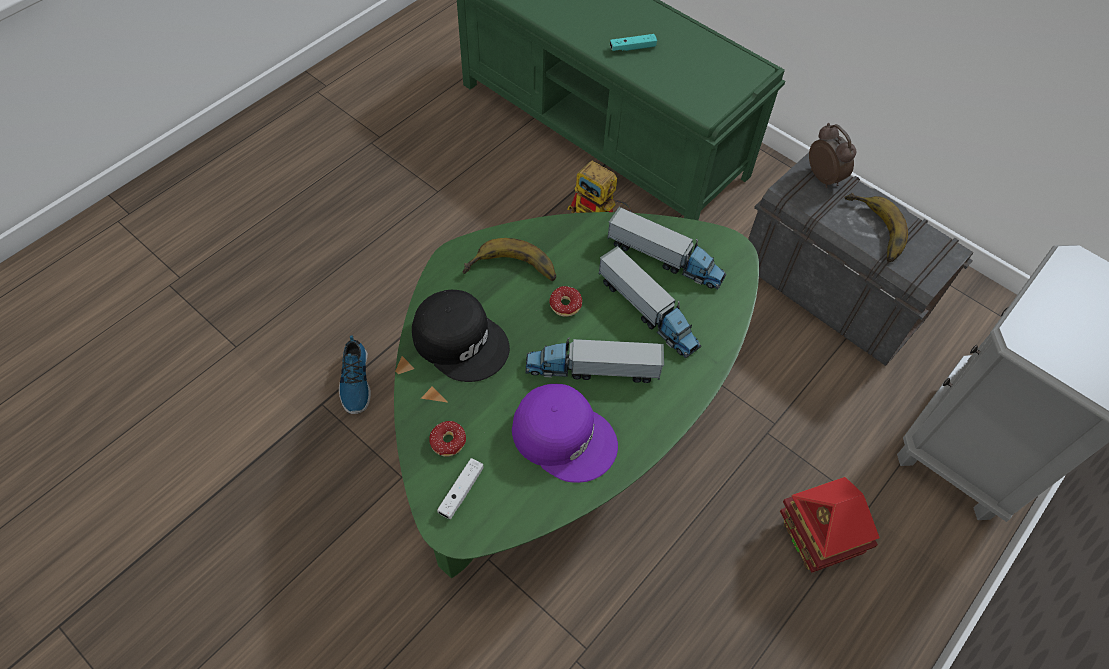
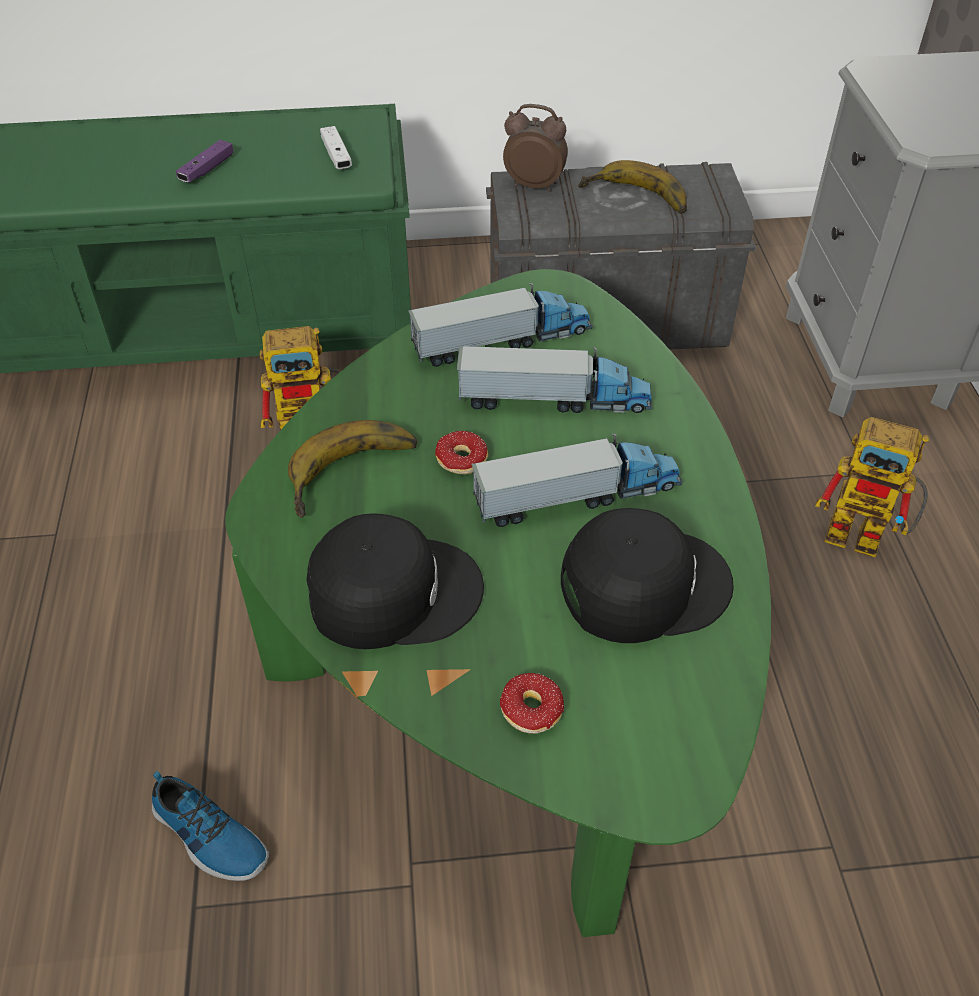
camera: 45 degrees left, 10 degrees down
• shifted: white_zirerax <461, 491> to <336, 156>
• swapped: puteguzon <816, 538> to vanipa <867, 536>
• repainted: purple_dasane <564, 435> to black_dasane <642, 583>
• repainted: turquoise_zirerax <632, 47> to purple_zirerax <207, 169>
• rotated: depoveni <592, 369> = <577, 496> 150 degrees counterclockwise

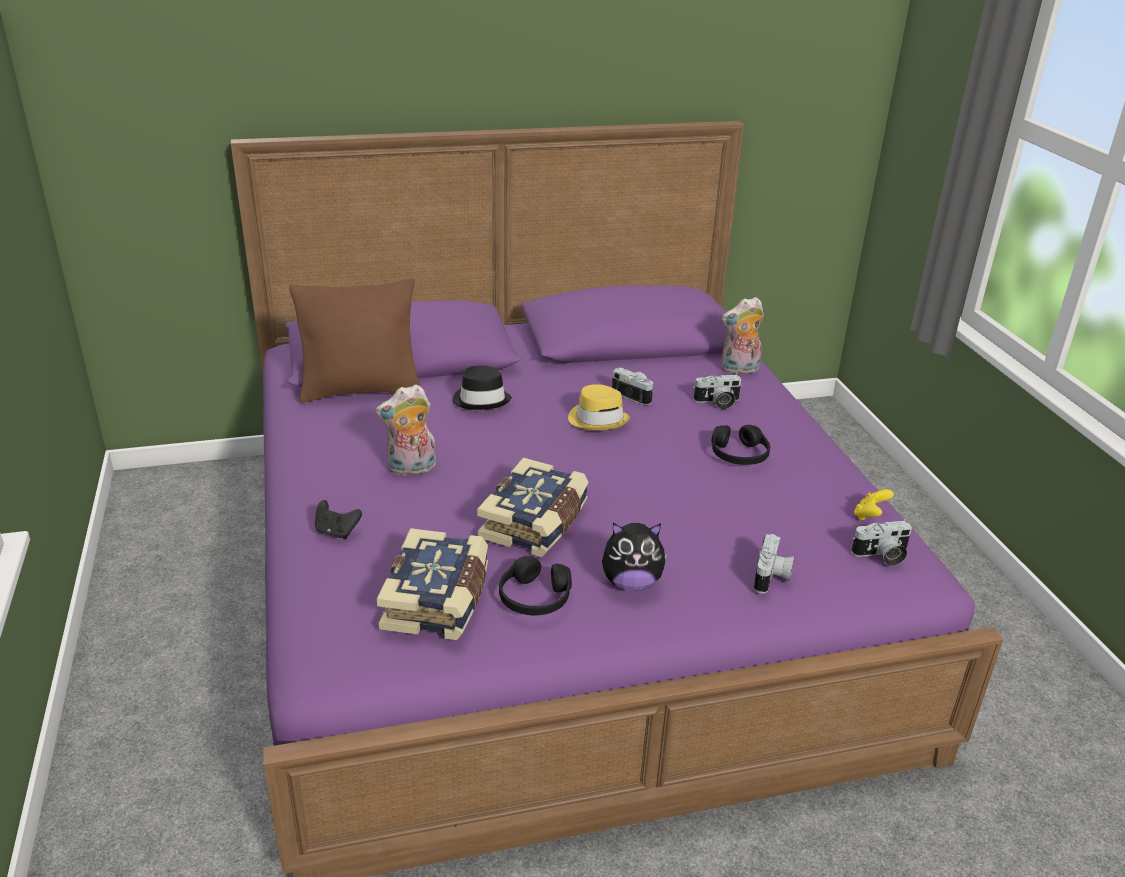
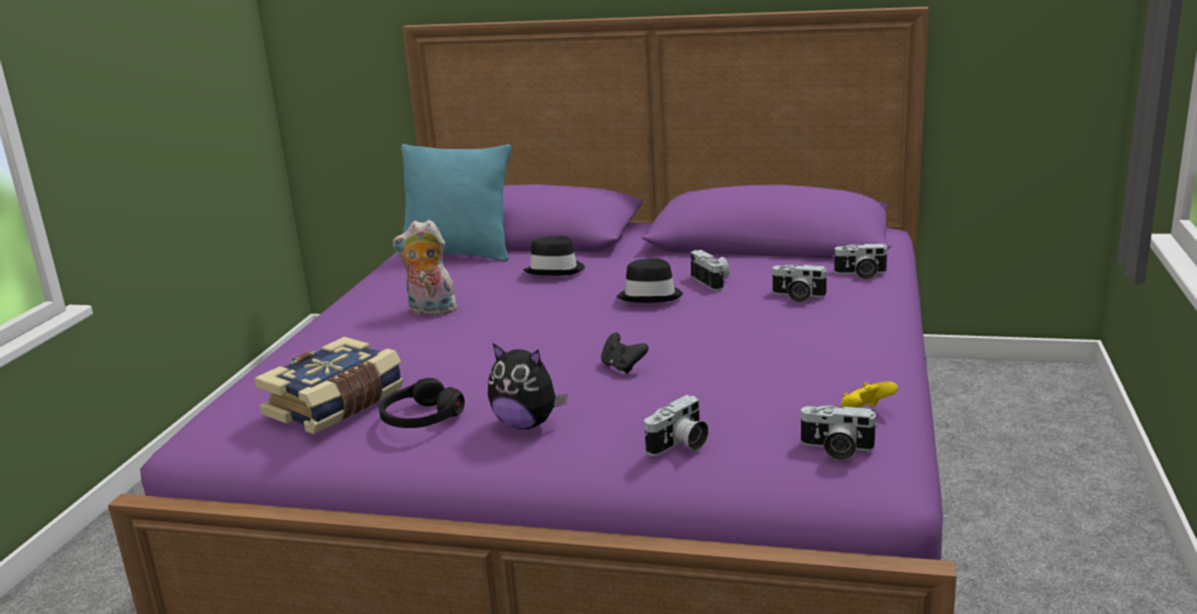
camera: 30 degrees right, 10 degrees down
• gone: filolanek <536, 523>
• gone: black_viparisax <739, 455>
• shifted: black_zirerax <337, 532> to <622, 367>
• swapped: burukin <739, 370> to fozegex <860, 274>
• repainted: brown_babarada <361, 390> to turquoise_babarada <458, 254>
• repainted: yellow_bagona <598, 419> to black_bagona <650, 296>

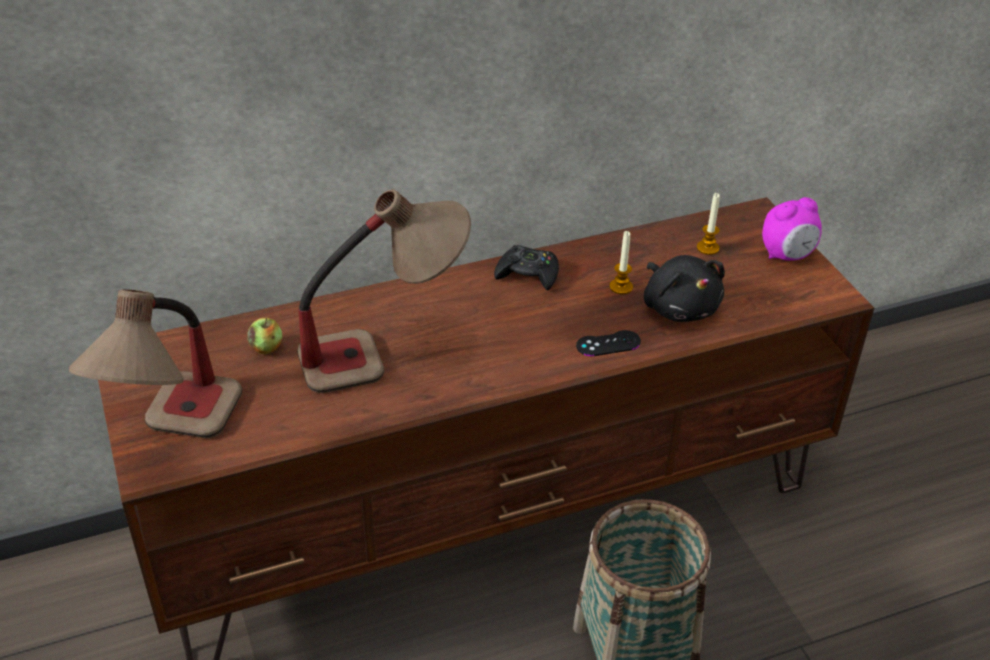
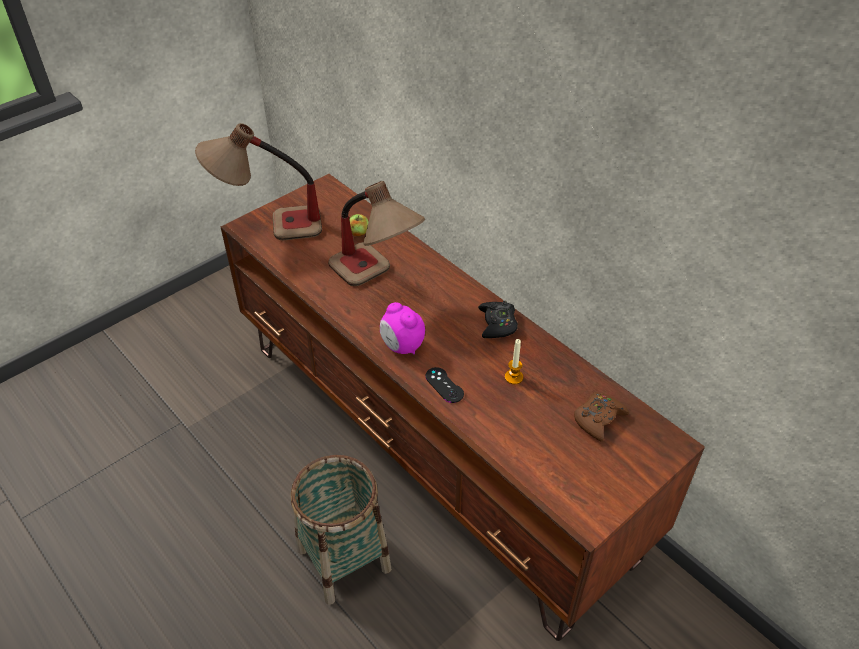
camera: 70 degrees right, 5 degrees up
• gone: black_burukin <679, 307>
• shifted: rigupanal <787, 256> to <402, 346>
• swapped: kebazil <707, 248> to brown_zirerax <598, 419>

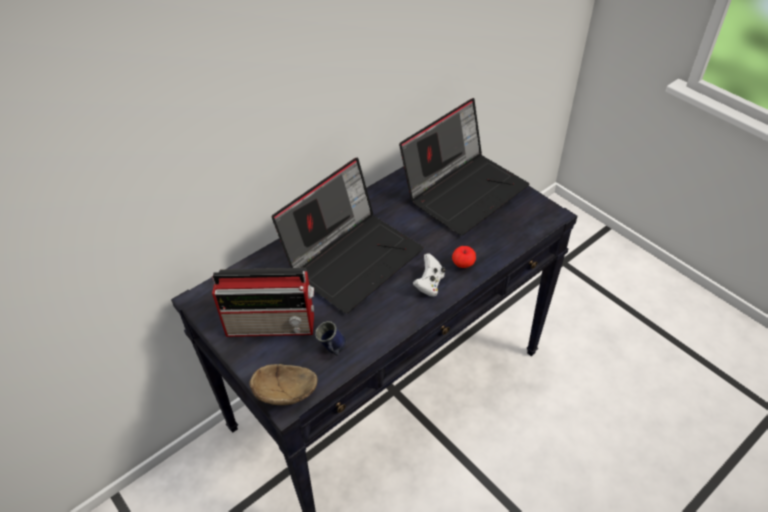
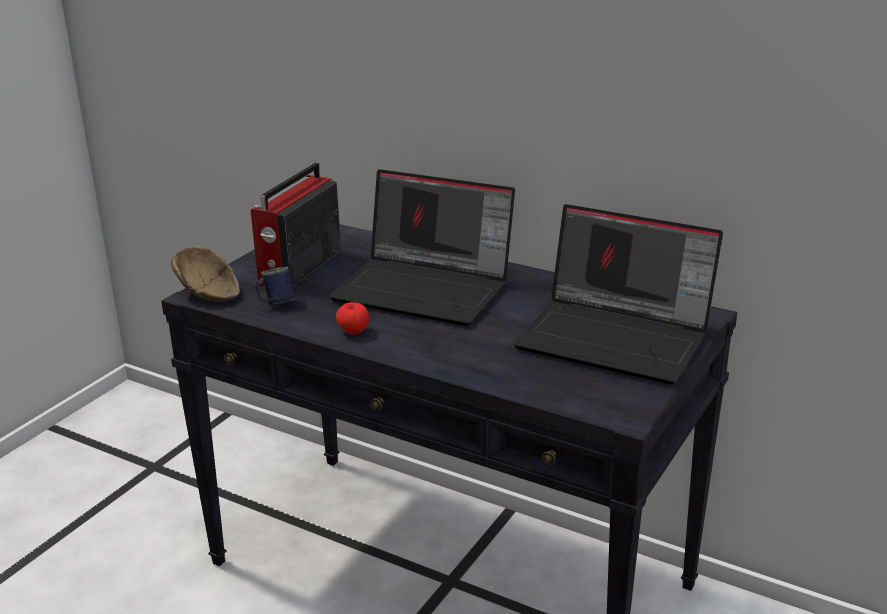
camera: 70 degrees right, 20 degrees down
• gone: white_zirerax <429, 284>
• shifted: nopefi <463, 264> to <353, 331>
• rotated: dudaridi <273, 324> = <298, 267> 45 degrees clockwise

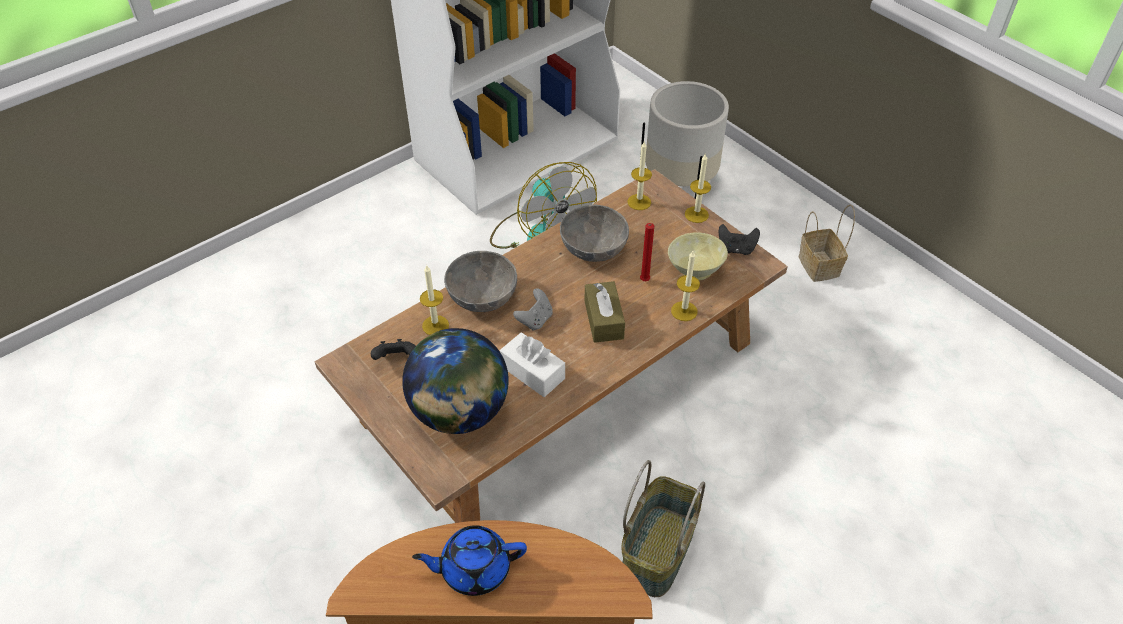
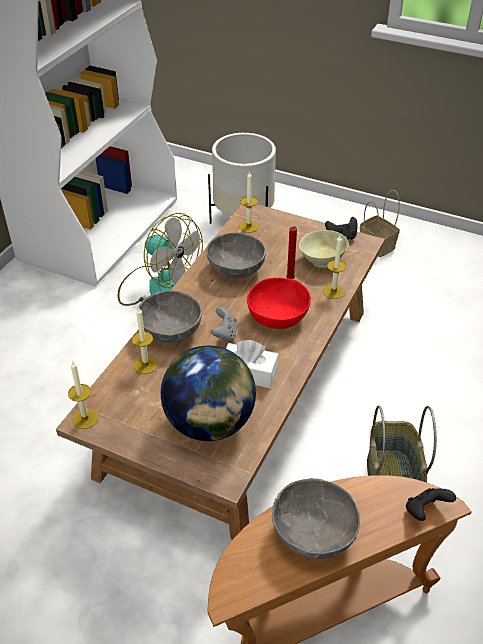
camera: 25 degrees left, 5 degrees down
• shifted: black_zirerax <396, 359> to <425, 511>
• shifted: kebazil <696, 214> to <85, 418>
• swapped: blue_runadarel <474, 569> to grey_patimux <314, 533>
• swapped: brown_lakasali <603, 319> to red_patimux <278, 316>

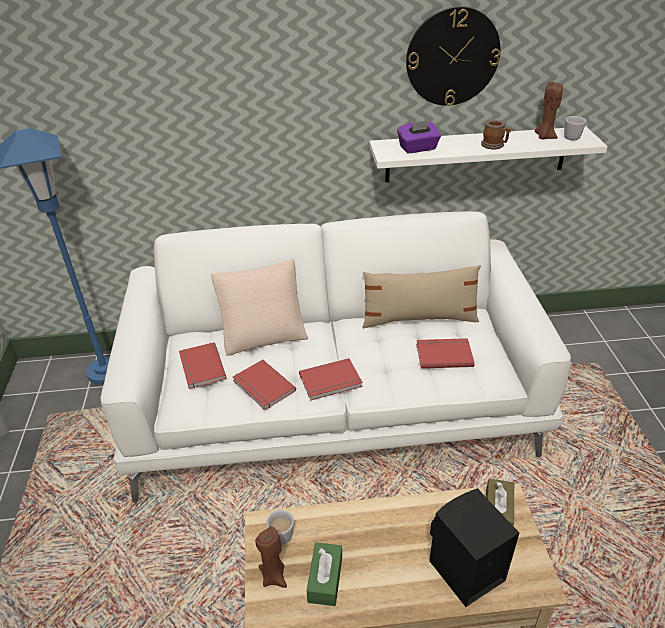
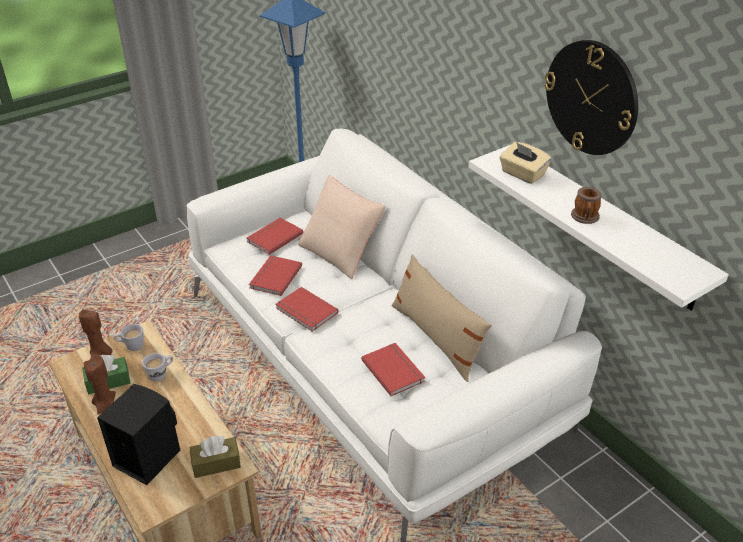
camera: 60 degrees right, 0 degrees up
• shifted: brown_kebazil <544, 137> to <105, 405>
• shifted: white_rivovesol <569, 136> to <161, 374>
• repainted: purple_lakasali <418, 148> to beige_lakasali <522, 174>

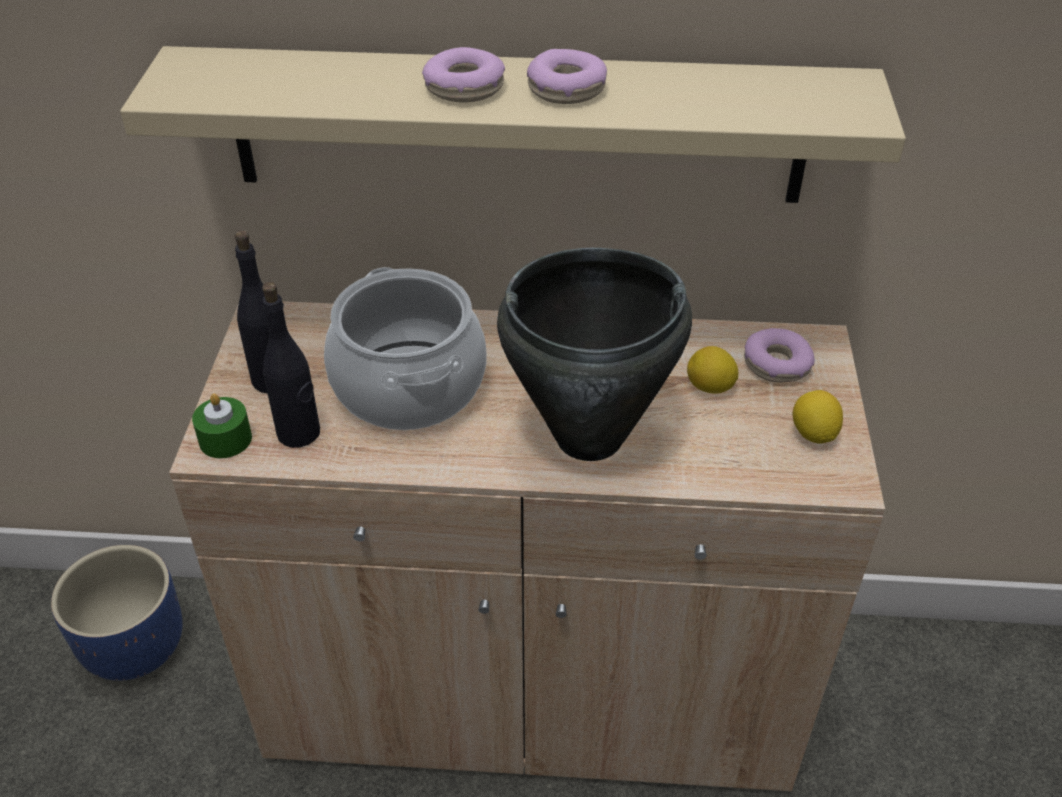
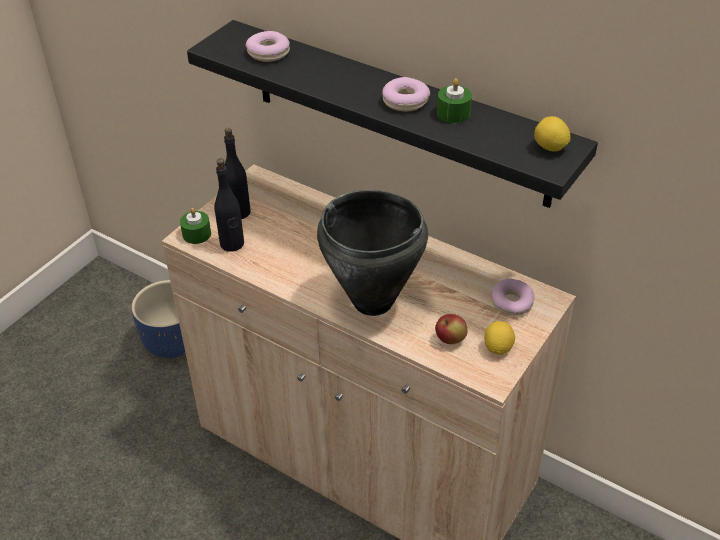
camera: 30 degrees right, 0 degrees up
• gone: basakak <407, 386>
• new: nopefi <450, 339>
• new: green_kebazil <453, 113>
• shifted: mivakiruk <464, 88> to <268, 53>
• shifted: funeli <710, 388> to <550, 148>
• repainted: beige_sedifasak <517, 126> to black_sedifasak <398, 113>

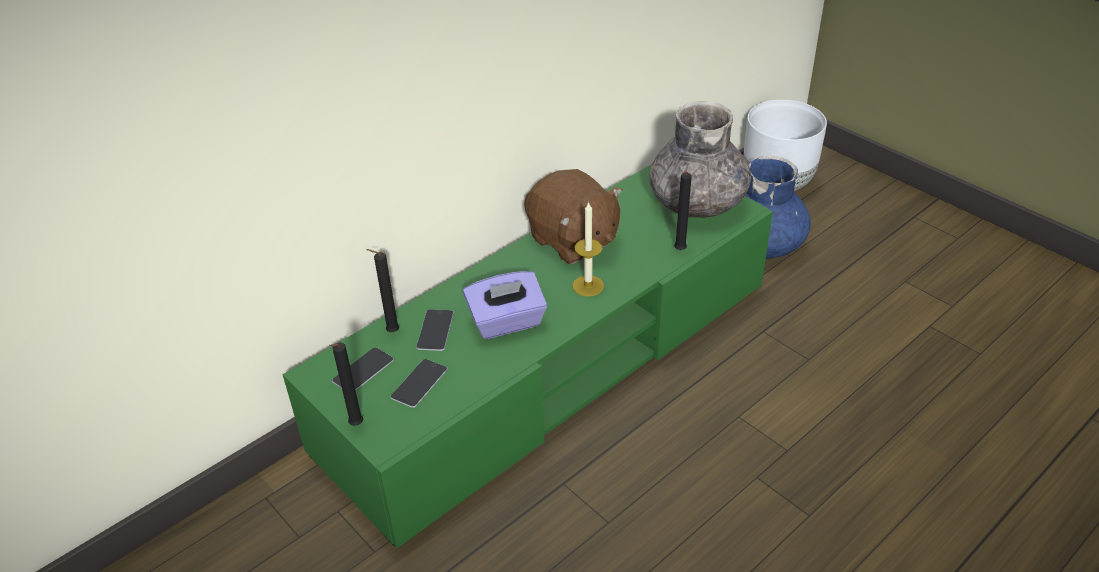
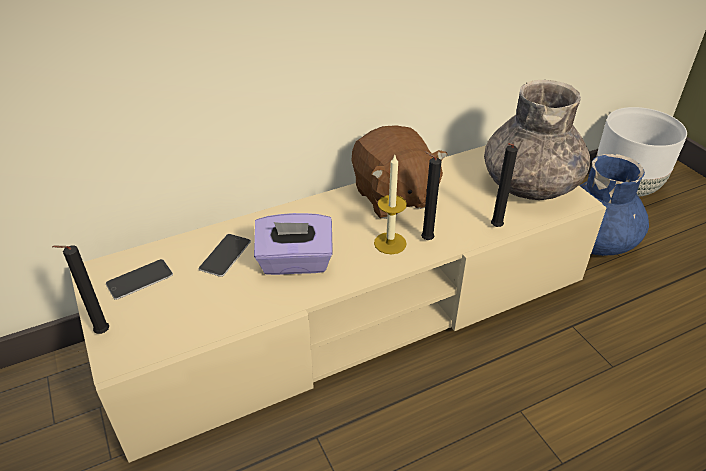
camera: 15 degrees right, 0 degrees up
• gone: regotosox <419, 383>
• shifted: black_kebazil <391, 332> to <425, 240>
• repainted: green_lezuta <552, 366> to beige_lezuta <353, 313>

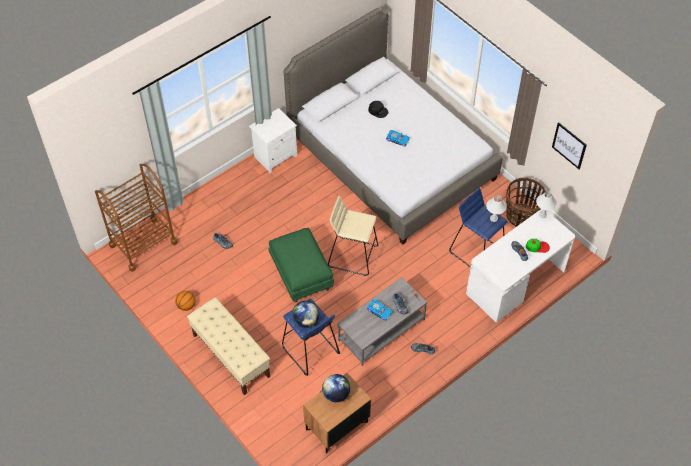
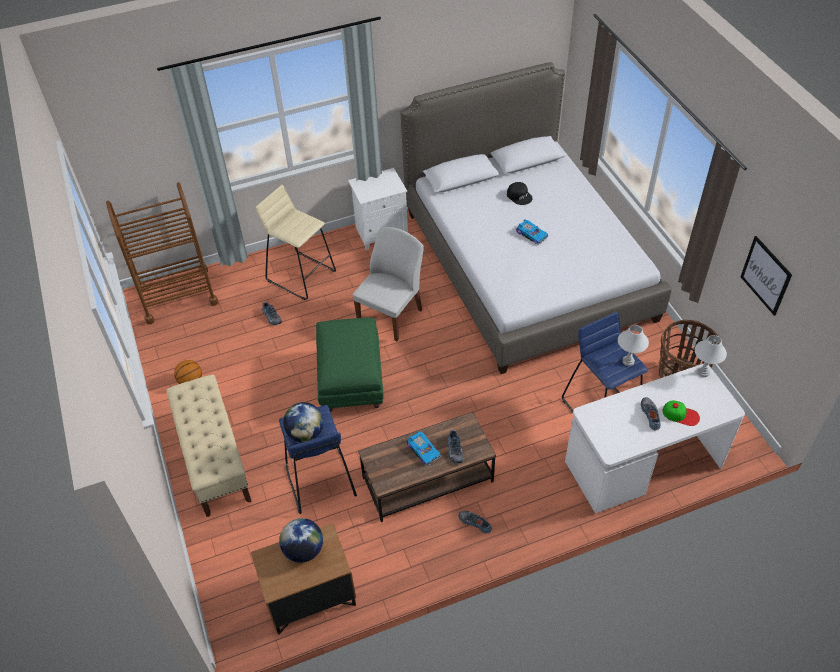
camera: 20 degrees right, 5 degrees down
• new: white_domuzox <391, 315>
• shifted: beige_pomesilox <352, 255> to <301, 275>
• repainted: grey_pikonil <381, 329> to brown_pikonil <428, 478>

